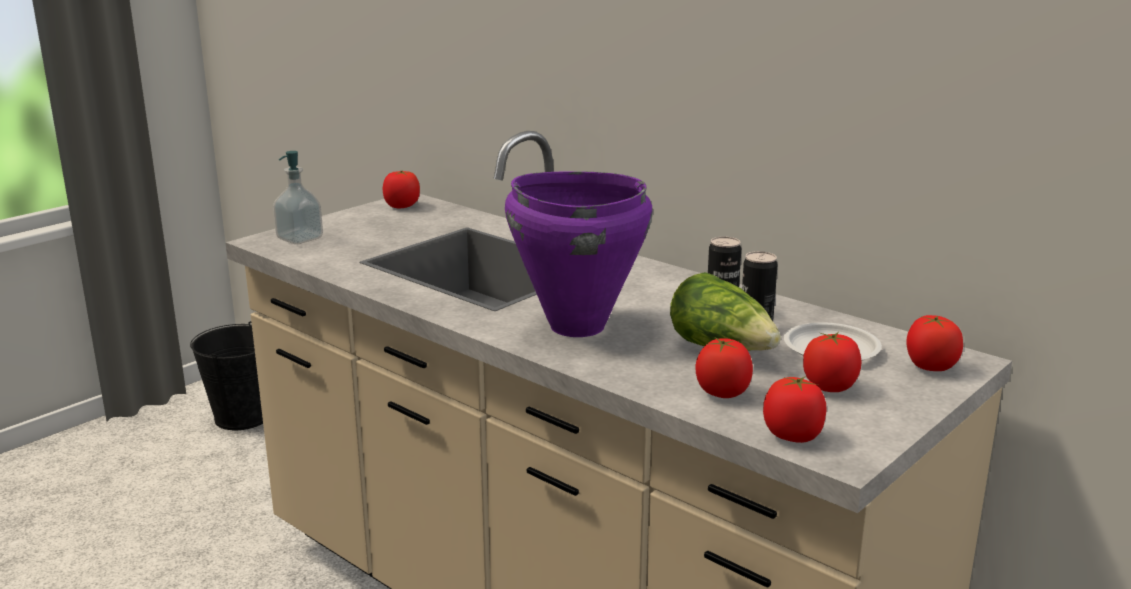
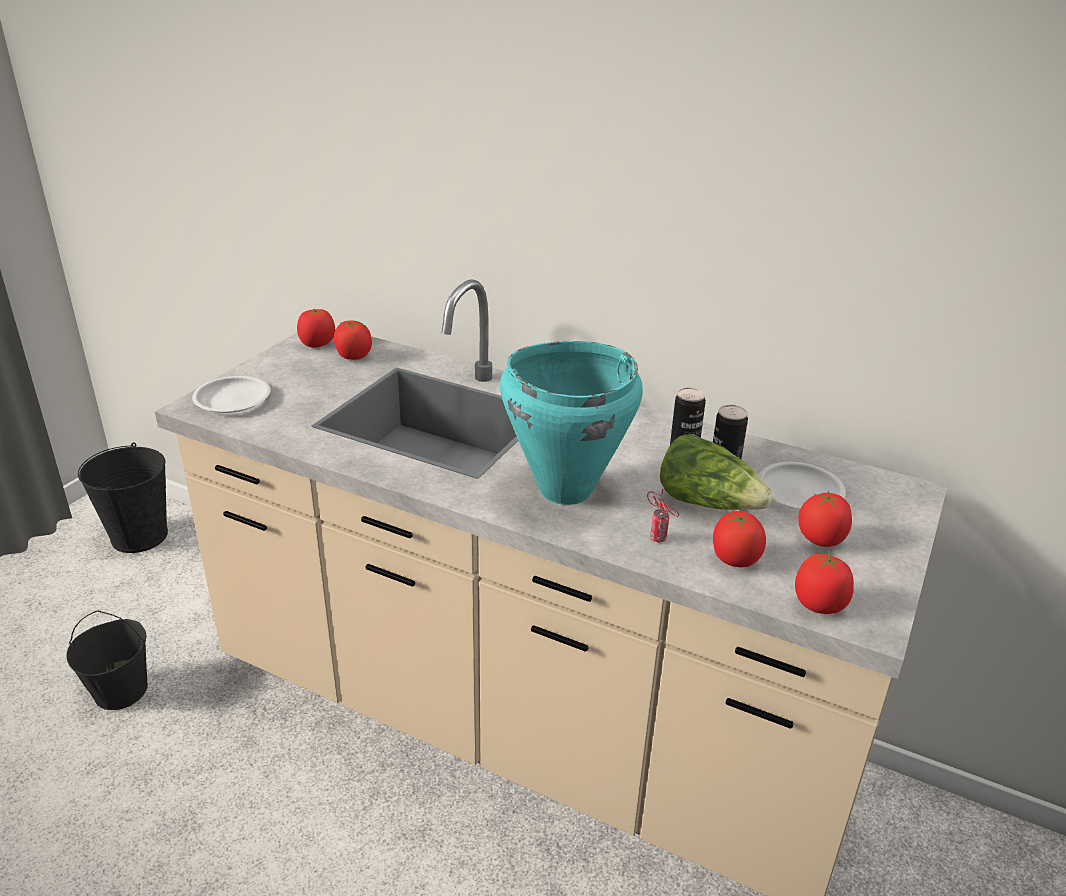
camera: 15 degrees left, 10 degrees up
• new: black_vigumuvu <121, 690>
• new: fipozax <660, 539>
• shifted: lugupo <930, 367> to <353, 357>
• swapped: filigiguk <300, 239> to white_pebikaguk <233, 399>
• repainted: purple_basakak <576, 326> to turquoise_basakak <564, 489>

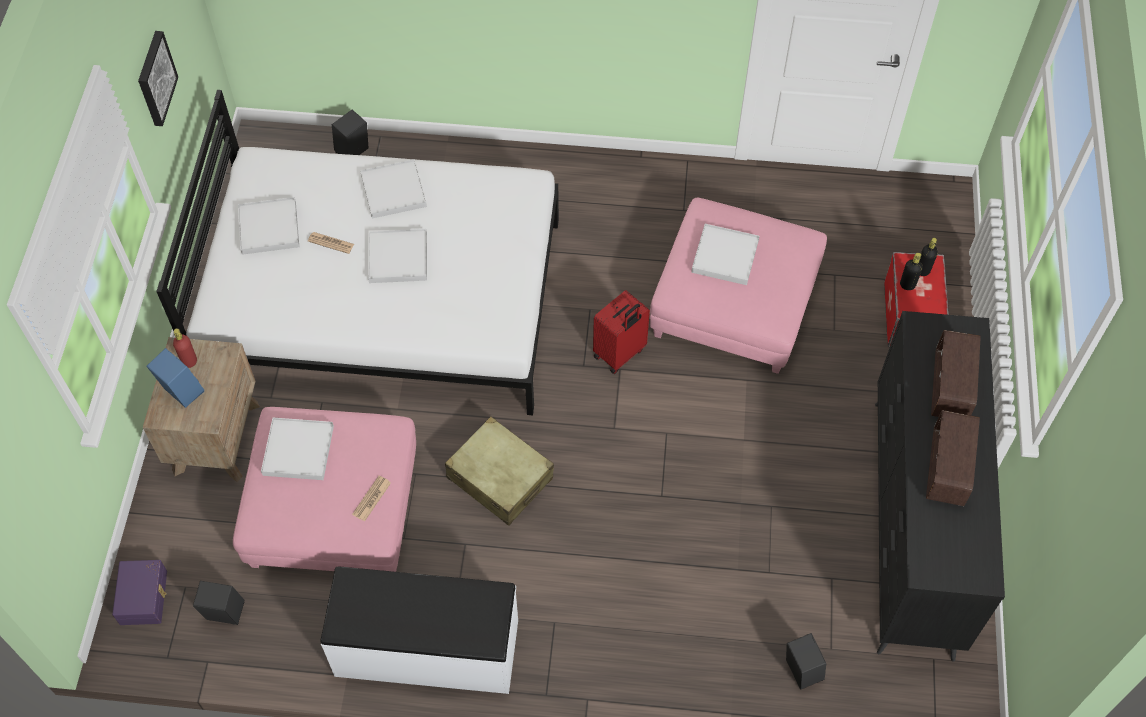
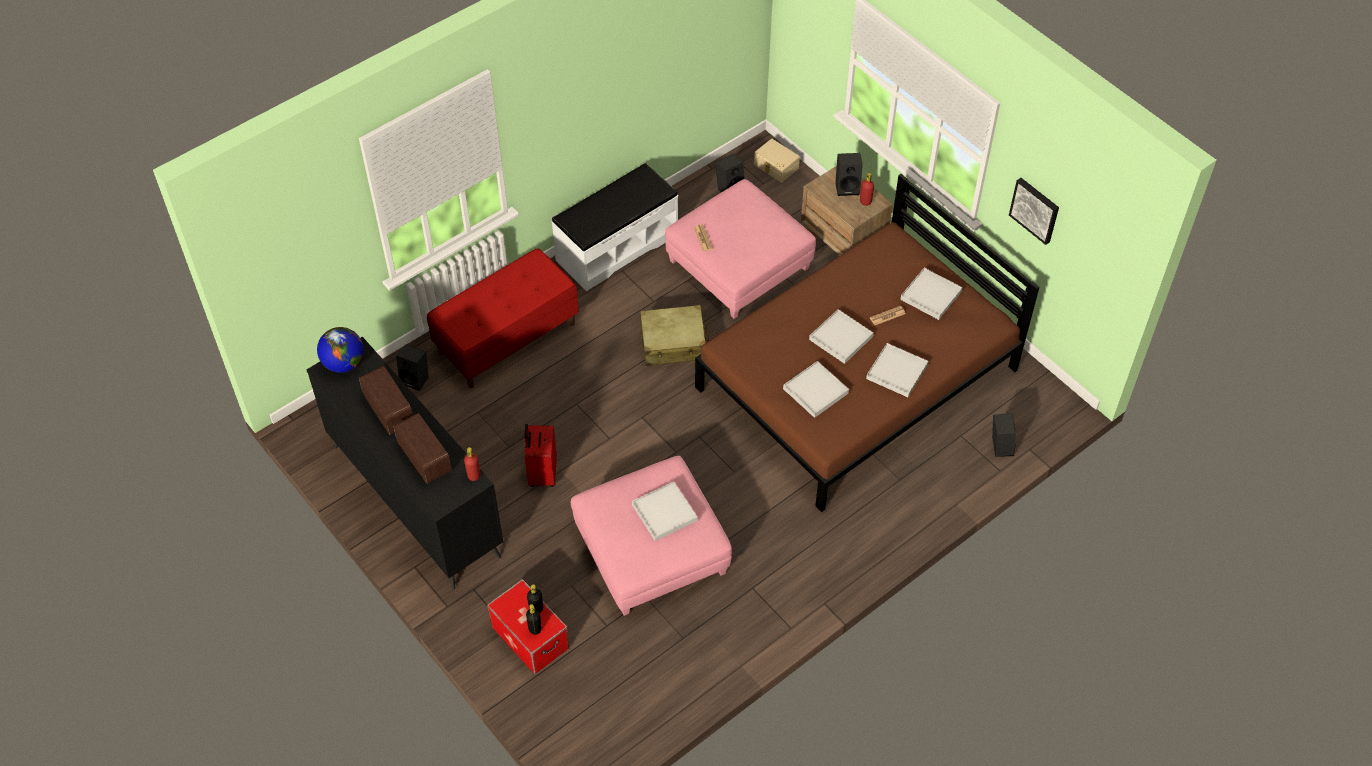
camera: 135 degrees right, 5 degrees down
• new: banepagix <344, 363>
• new: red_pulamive <507, 338>
• new: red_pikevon <474, 475>
• shifted: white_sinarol <298, 450> to <815, 391>
• shifted: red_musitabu <620, 354> to <542, 473>
• repainted: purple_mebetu <145, 597> to beige_mebetu <775, 167>
• repainted: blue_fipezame <180, 393> to black_fipezame <847, 187>
• repainted: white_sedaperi <384, 299> to brown_sedaperi <857, 379>

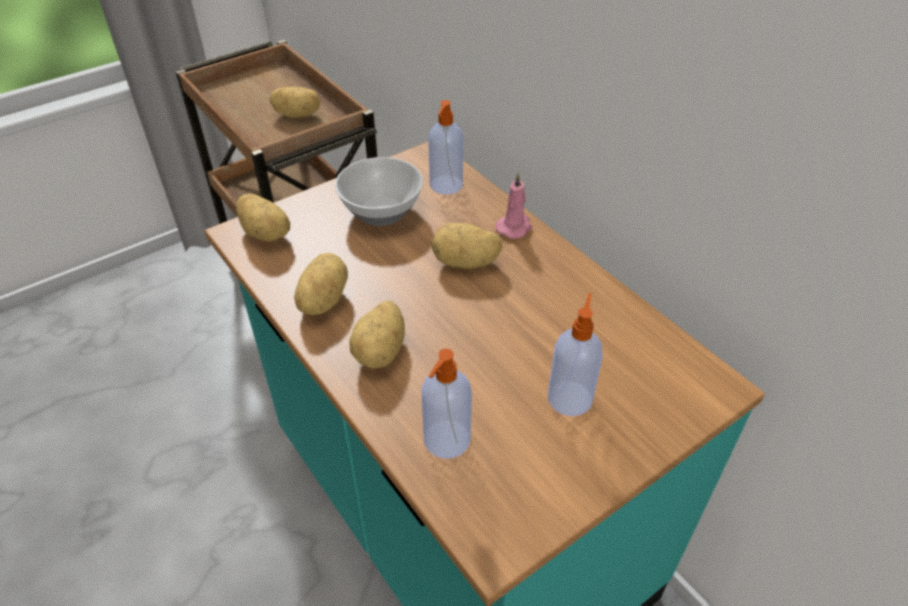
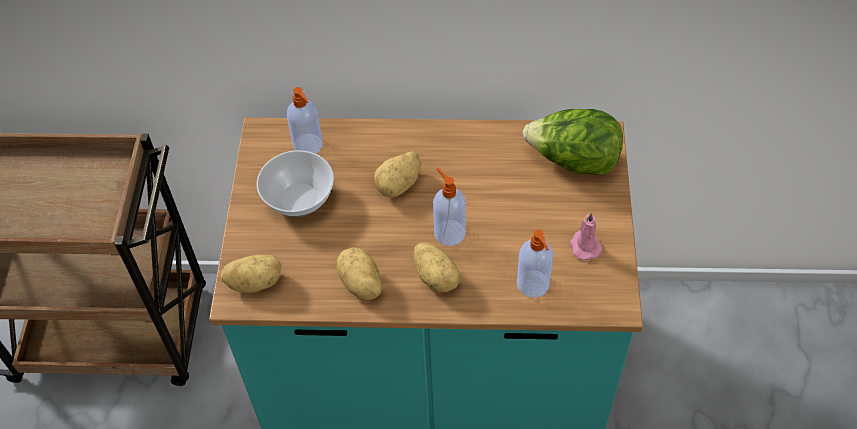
camera: 50 degrees left, 10 degrees up
• gone: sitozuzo <297, 115>
• new: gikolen <573, 161>
• shifted: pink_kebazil <515, 227> to <584, 245>
• shifted: filigiguk <570, 397> to <448, 232>

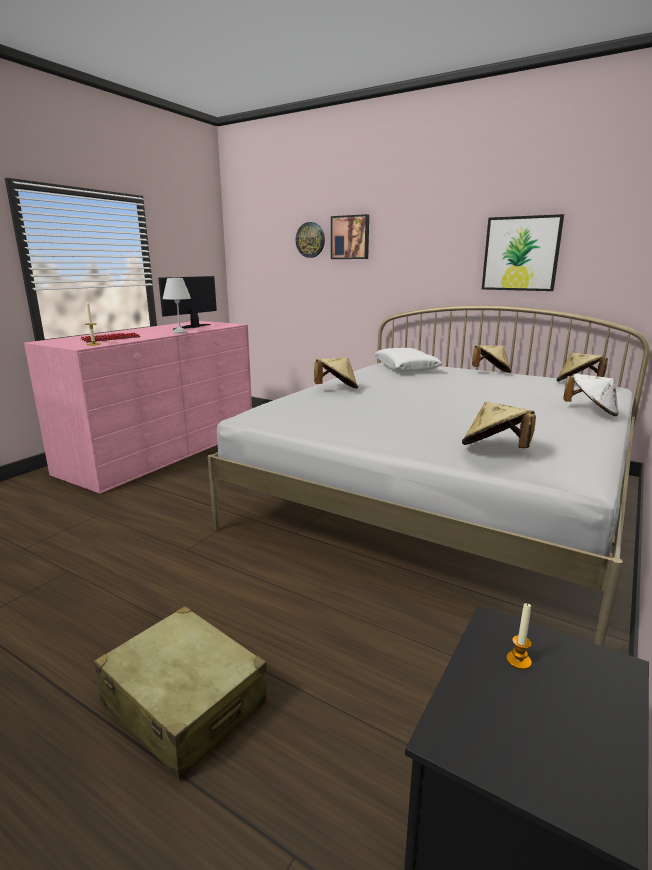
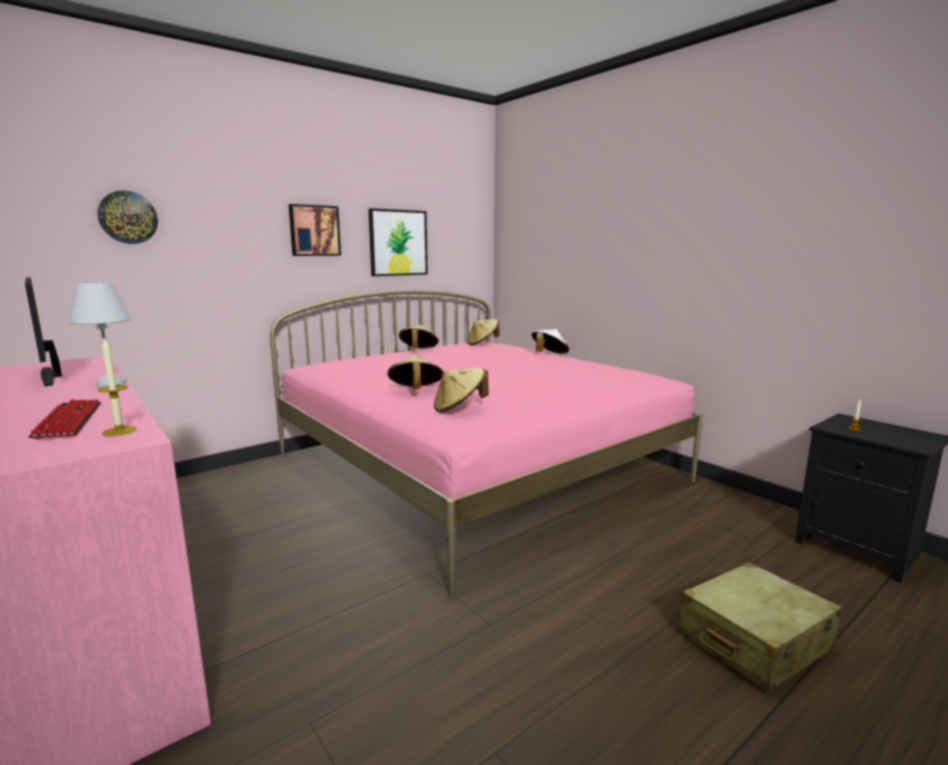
camera: 70 degrees left, 5 degrees down
• gone: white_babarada <406, 368>
• shifted: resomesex <350, 237> to <314, 230>
• shifted: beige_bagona <495, 450> to <459, 408>
• repainted: white_sedaperi <441, 500> to pink_sedaperi <476, 468>

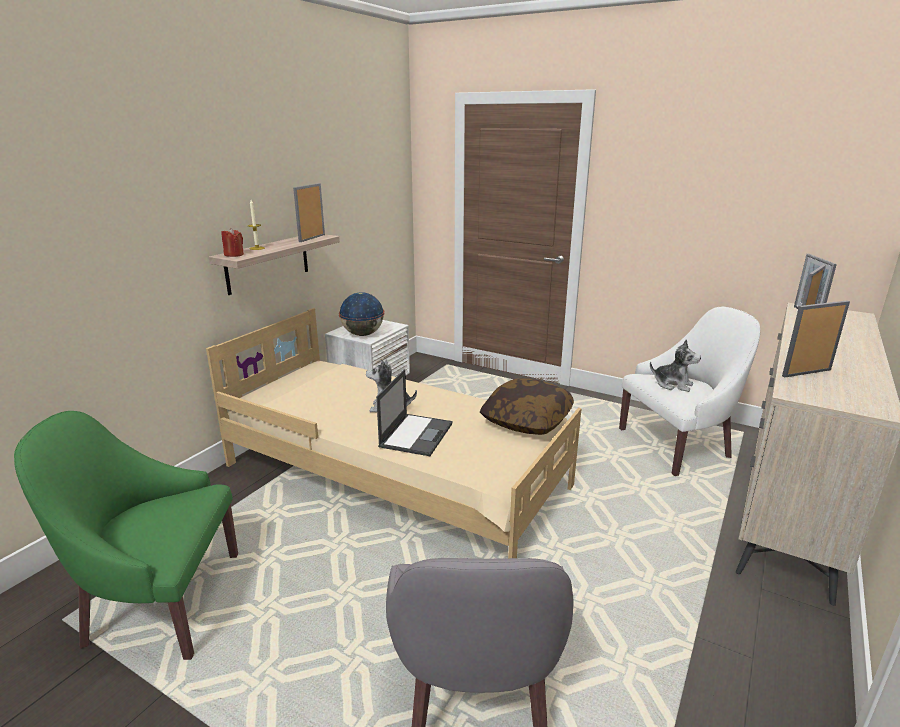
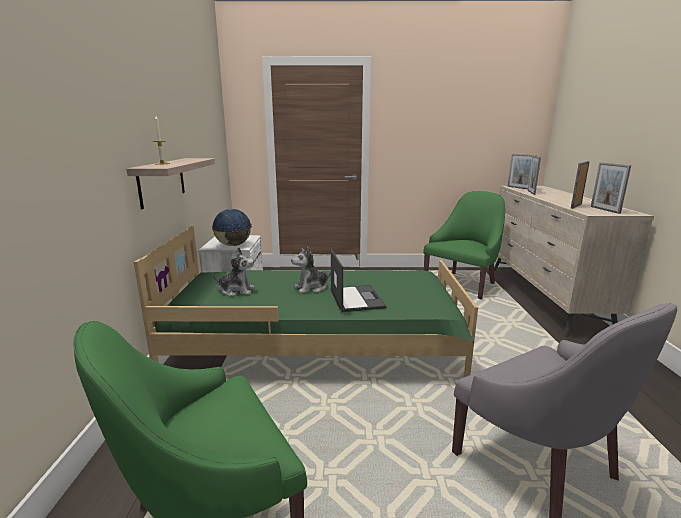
camera: 30 degrees left, 5 degrees down
• gone: red_kebazil <234, 255>
• gone: babarada <526, 420>
• shifted: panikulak <312, 238> to <604, 210>
• shifted: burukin <673, 384> to <236, 291>
• repainted: beige_sedaperi <397, 475> to green_sedaperi <317, 346>
• repainted: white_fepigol <678, 445> to green_fepigol <462, 284>

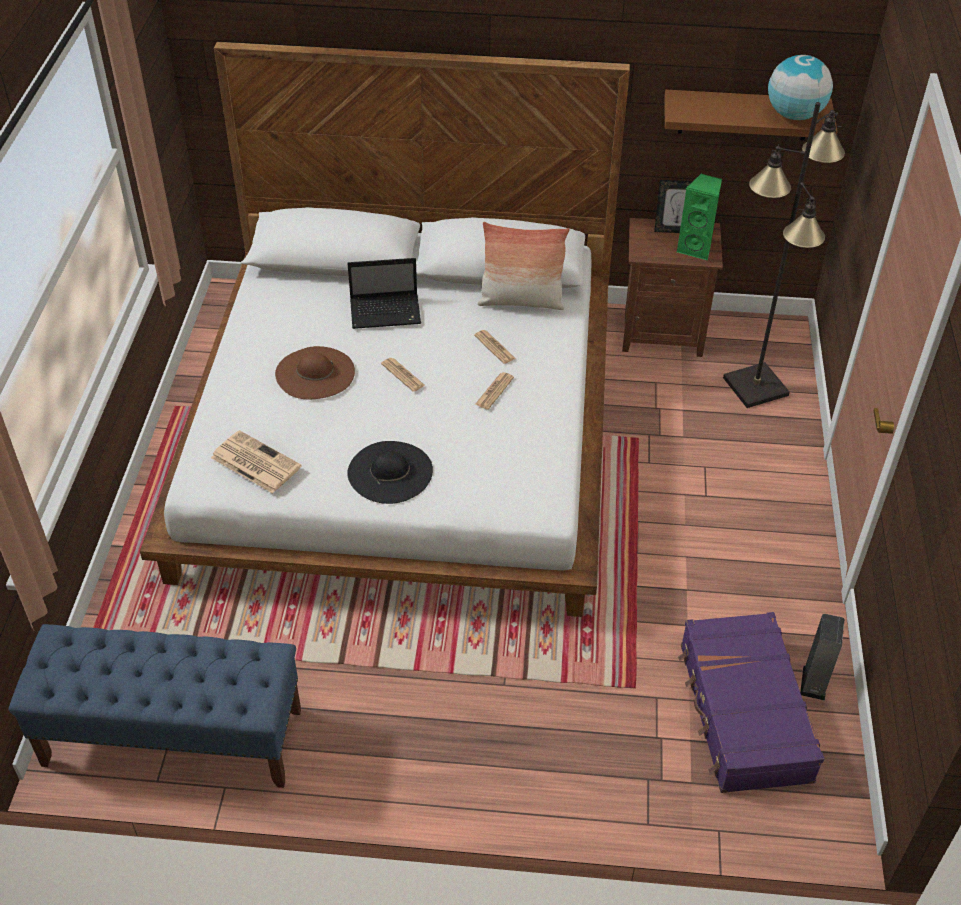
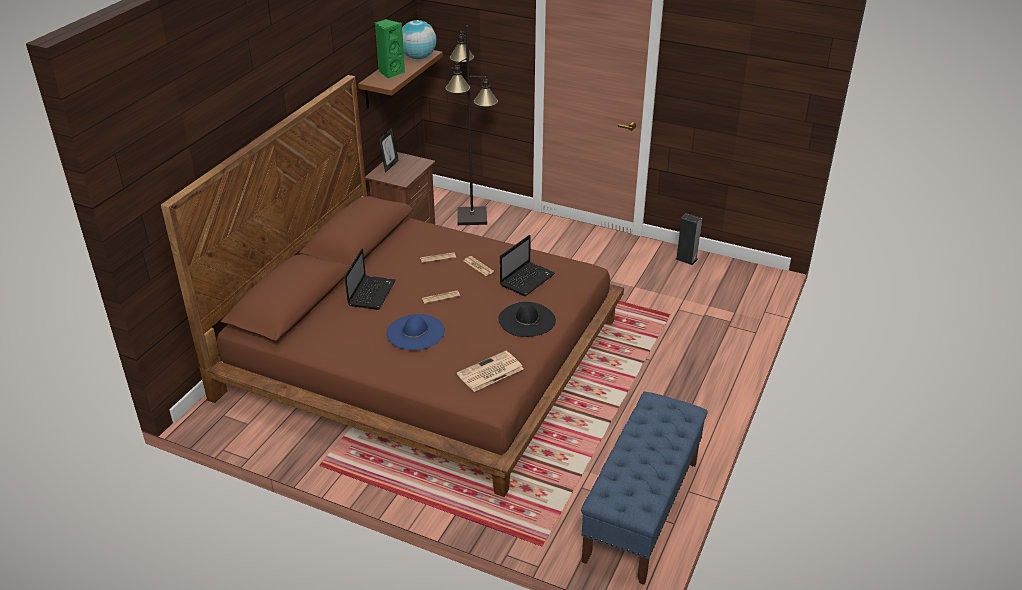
camera: 70 degrees left, 10 degrees down
• gone: babarada <521, 301>
• gone: purple_musitabu <743, 713>
• new: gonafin <527, 279>
• shifted: green_fipezame <696, 249> to <390, 73>
• repainted: white_sedaperi <402, 434> to brown_sedaperi <424, 357>
• repainted: brown_bagona <315, 373> to blue_bagona <415, 332>

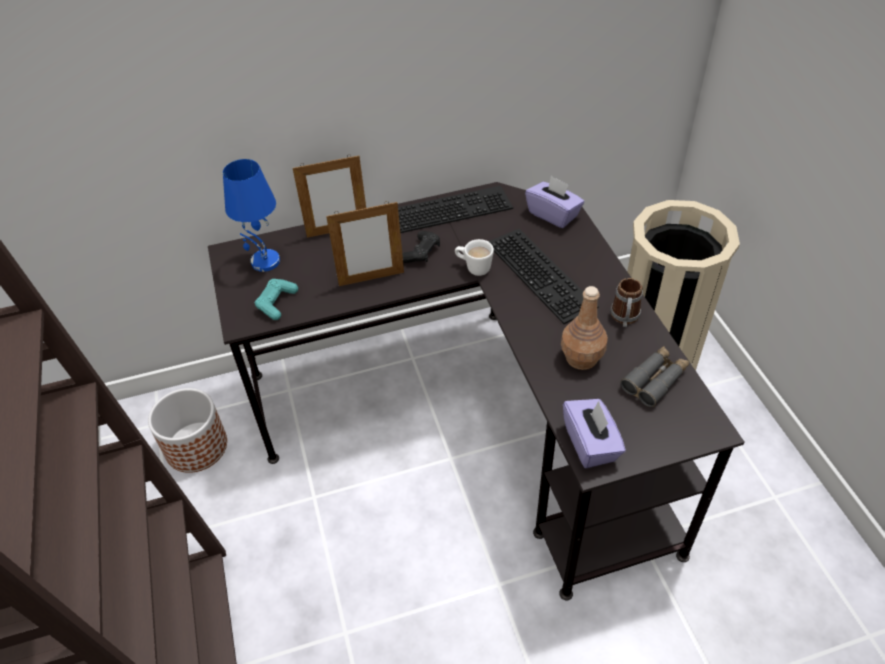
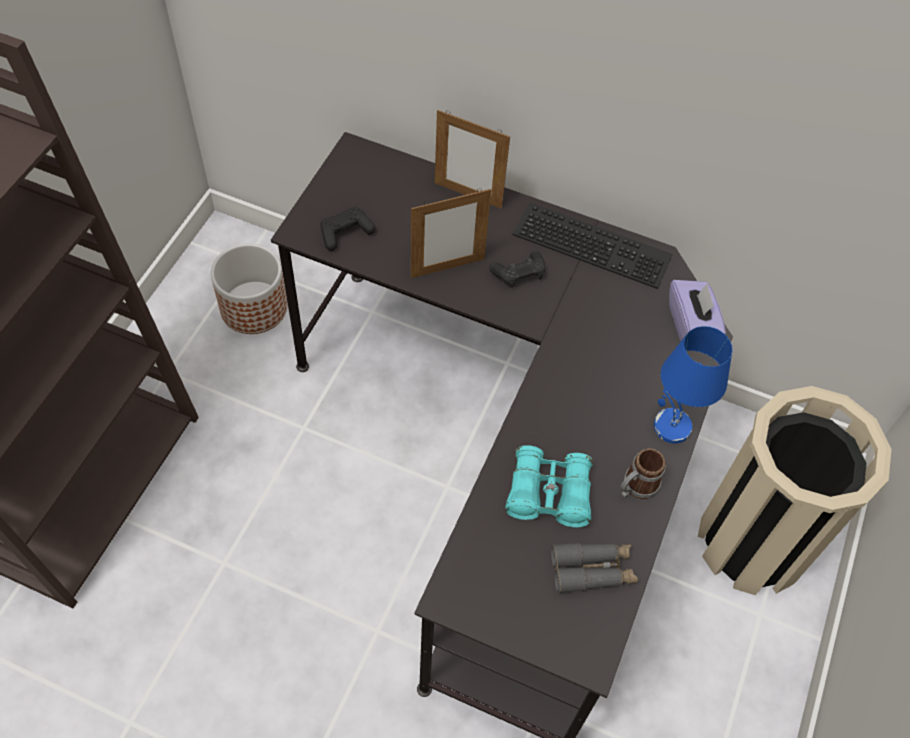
camera: 35 degrees right, 10 degrees up
• gone: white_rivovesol <473, 268>
• gone: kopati <543, 274>
• gone: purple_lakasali <590, 444>
• shifted: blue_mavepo <264, 262> to <671, 426>
• swapped: brown_pikevon <581, 358> to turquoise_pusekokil <548, 494>
• repainted: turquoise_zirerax <277, 303> to black_zirerax <345, 233>
• rotated: panikulak <371, 278> = <447, 268> 45 degrees counterclockwise

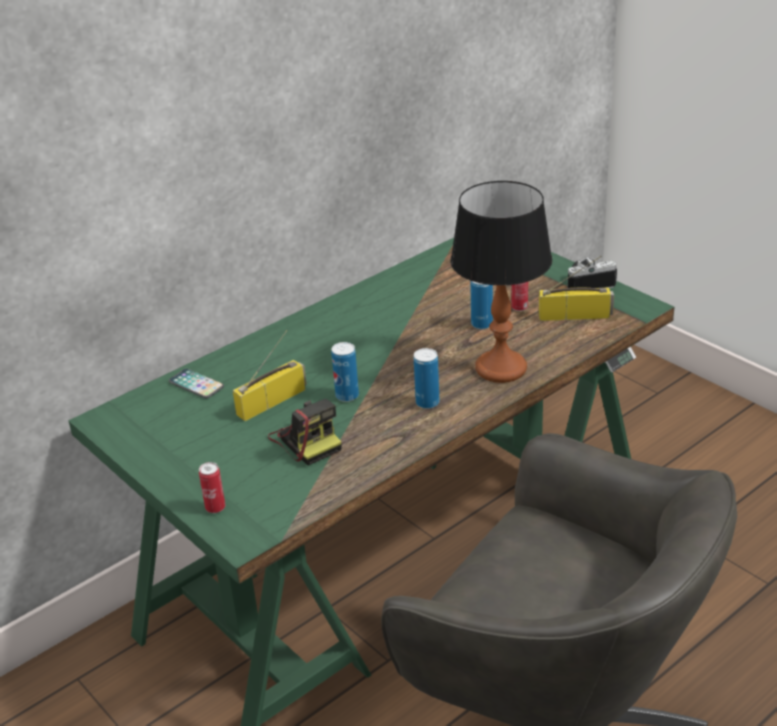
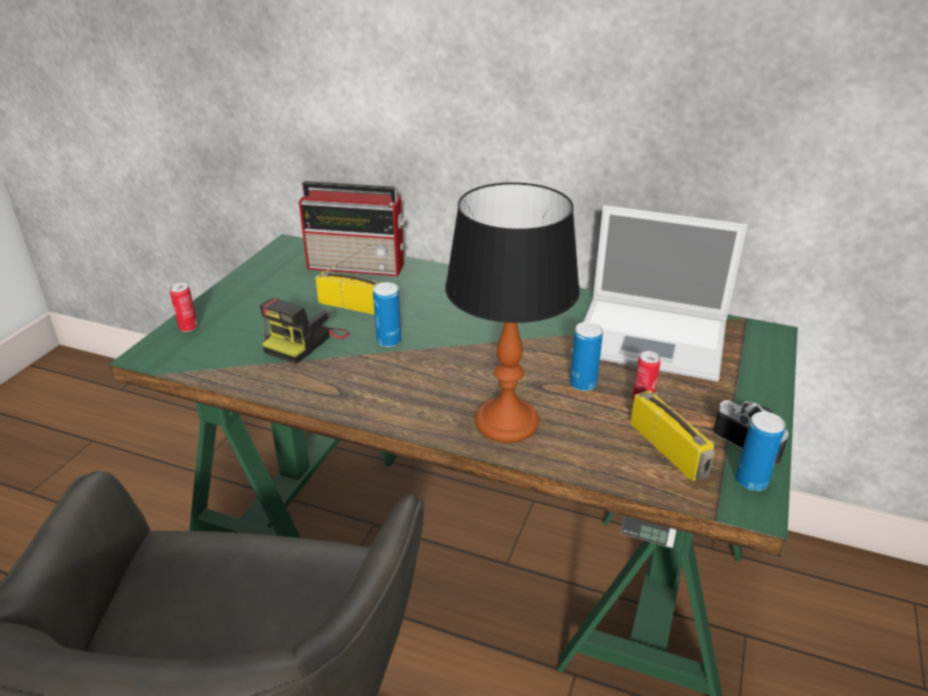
camera: 60 degrees right, 0 degrees up
• new: gonafin <654, 338>
• shifted: fipozax <427, 403> to <751, 481>
• swapped: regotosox <196, 385> to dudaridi <359, 265>

